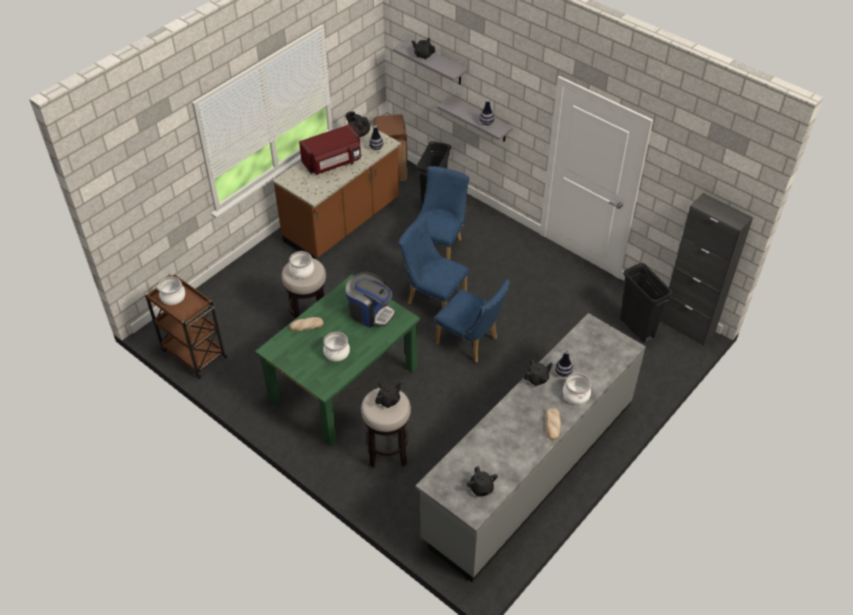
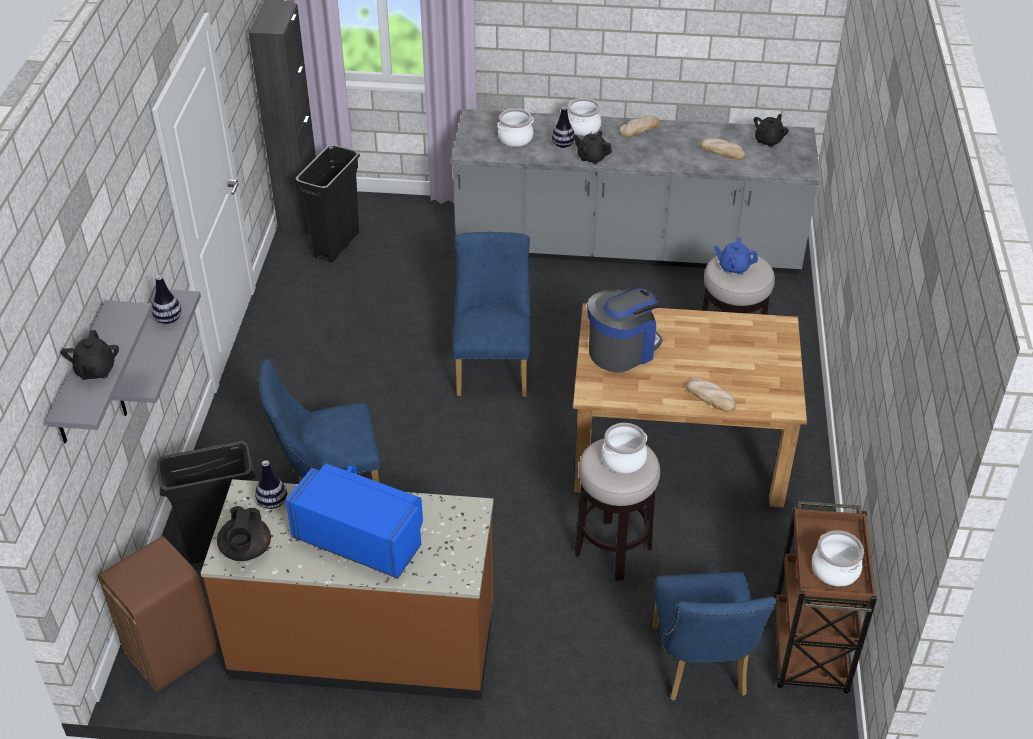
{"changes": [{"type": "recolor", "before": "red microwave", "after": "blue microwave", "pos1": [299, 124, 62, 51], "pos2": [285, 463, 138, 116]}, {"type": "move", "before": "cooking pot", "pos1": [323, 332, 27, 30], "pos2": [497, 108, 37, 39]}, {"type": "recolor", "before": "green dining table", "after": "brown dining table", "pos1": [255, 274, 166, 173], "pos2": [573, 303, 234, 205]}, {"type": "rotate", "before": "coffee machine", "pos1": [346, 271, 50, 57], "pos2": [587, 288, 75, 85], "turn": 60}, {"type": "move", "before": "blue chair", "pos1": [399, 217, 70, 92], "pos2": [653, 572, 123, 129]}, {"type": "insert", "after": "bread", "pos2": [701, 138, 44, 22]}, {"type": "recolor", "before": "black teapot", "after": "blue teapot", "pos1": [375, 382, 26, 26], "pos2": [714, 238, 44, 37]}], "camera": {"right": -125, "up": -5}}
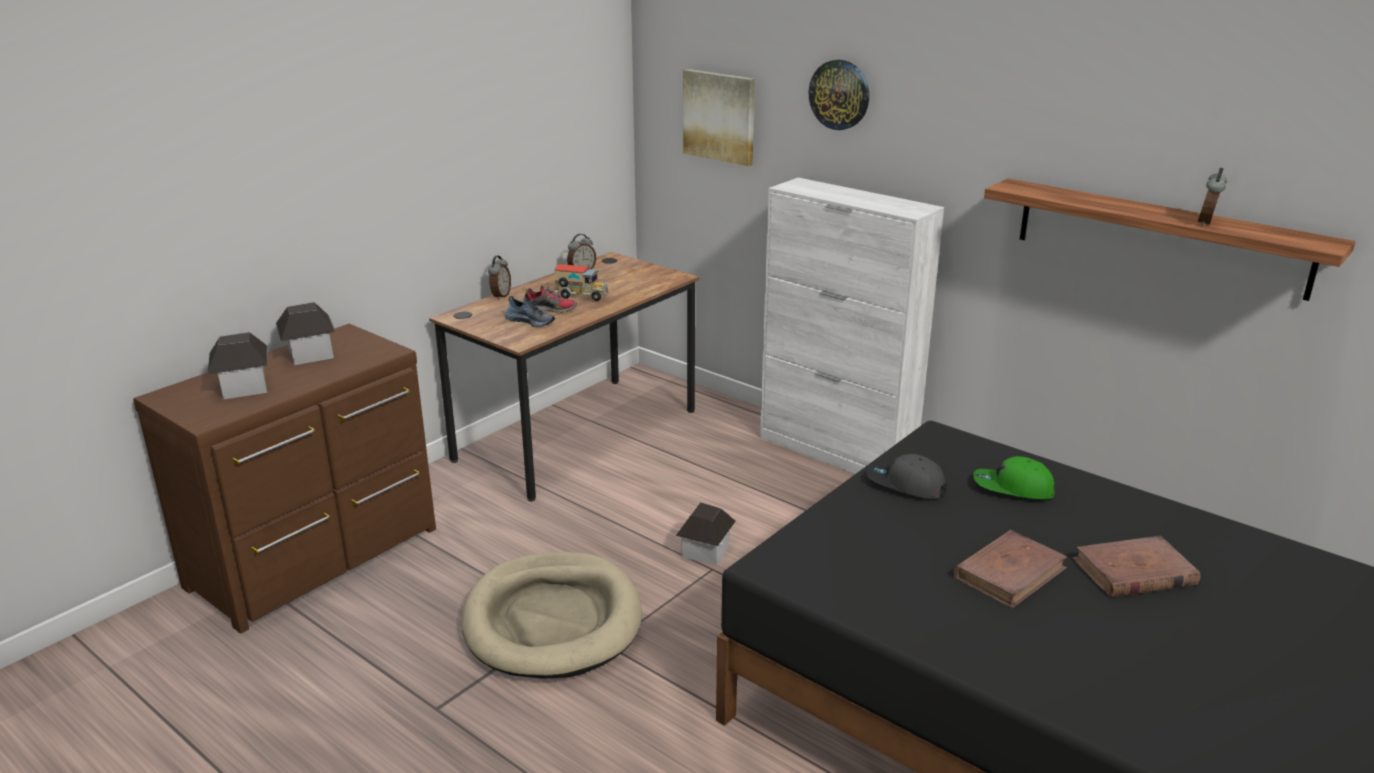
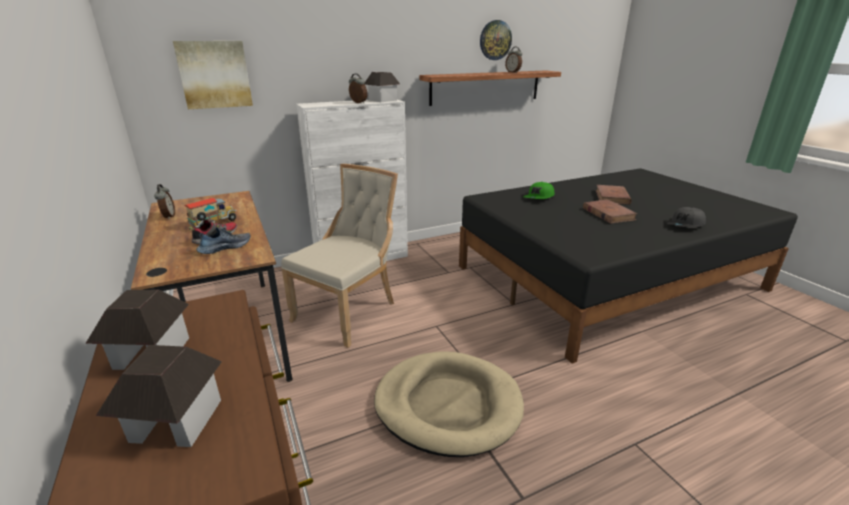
{"changes": [{"type": "insert", "after": "beige chair", "pos2": [281, 164, 117, 184]}, {"type": "move", "before": "alarm clock", "pos1": [488, 256, 23, 44], "pos2": [349, 73, 18, 30]}, {"type": "move", "before": "toy house", "pos1": [676, 502, 60, 63], "pos2": [365, 72, 36, 30]}, {"type": "move", "before": "wall clock", "pos1": [809, 60, 60, 70], "pos2": [480, 20, 32, 40]}, {"type": "move", "before": "grey cap", "pos1": [866, 454, 80, 45], "pos2": [665, 207, 41, 21]}], "camera": {"right": -65, "up": 0}}
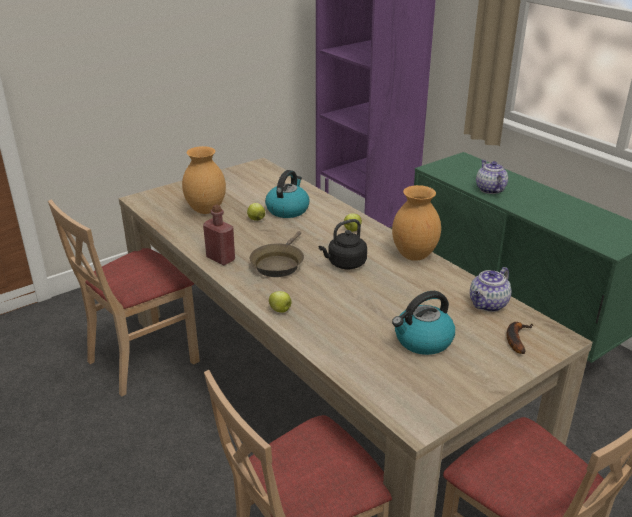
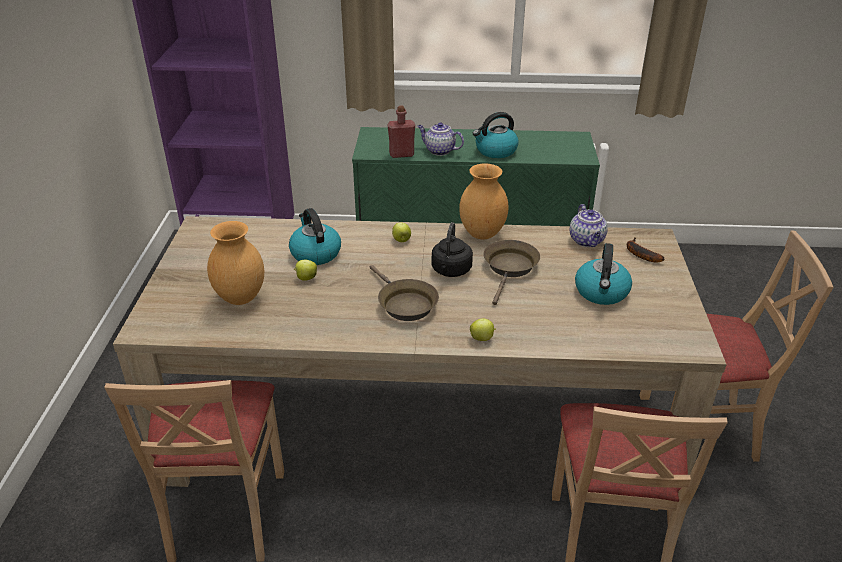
{"changes": [{"type": "move", "before": "red bottle", "pos1": [203, 204, 32, 61], "pos2": [387, 105, 28, 53]}, {"type": "insert", "after": "kettle", "pos2": [473, 112, 46, 46]}, {"type": "insert", "after": "brown frying pan", "pos2": [483, 240, 57, 65]}], "camera": {"right": -50, "up": 5}}
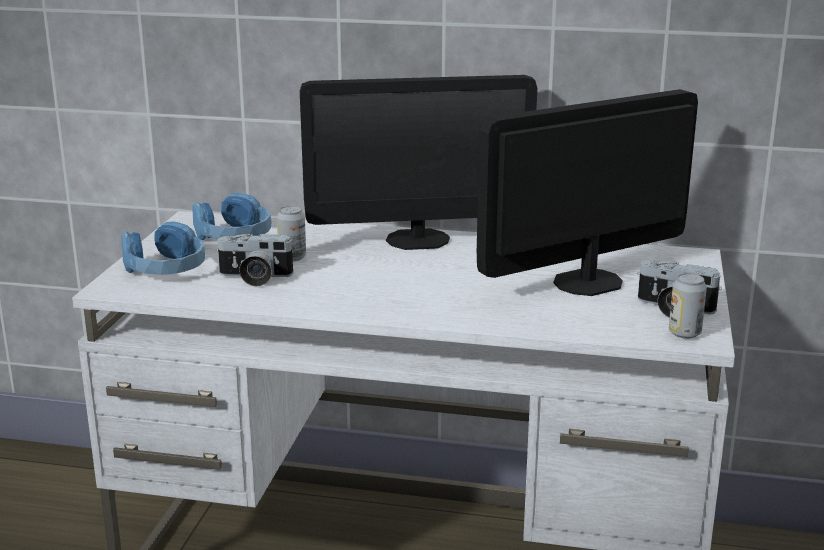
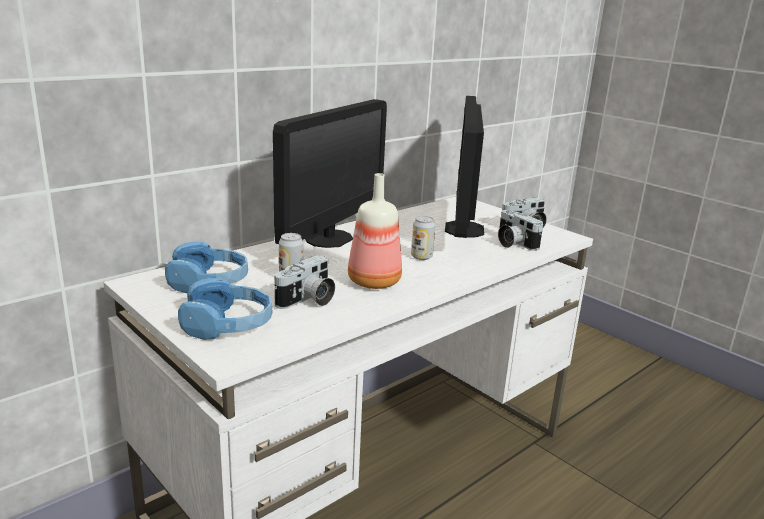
{"changes": [{"type": "insert", "after": "bottle", "pos2": [348, 173, 54, 116]}, {"type": "move", "before": "can", "pos1": [669, 273, 38, 66], "pos2": [411, 216, 24, 44]}, {"type": "insert", "after": "photo camera", "pos2": [498, 210, 45, 41]}], "camera": {"right": -55, "up": 0}}
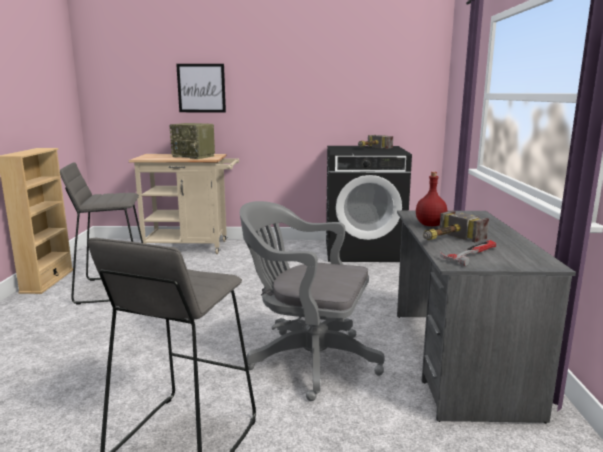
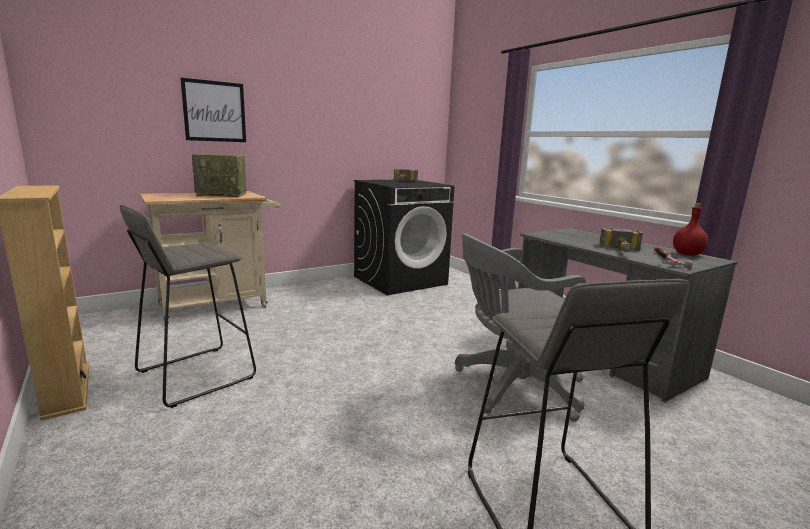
{"changes": [{"type": "move", "before": "red bottle", "pos1": [416, 172, 31, 54], "pos2": [673, 203, 35, 53]}], "camera": {"right": -35, "up": 0}}
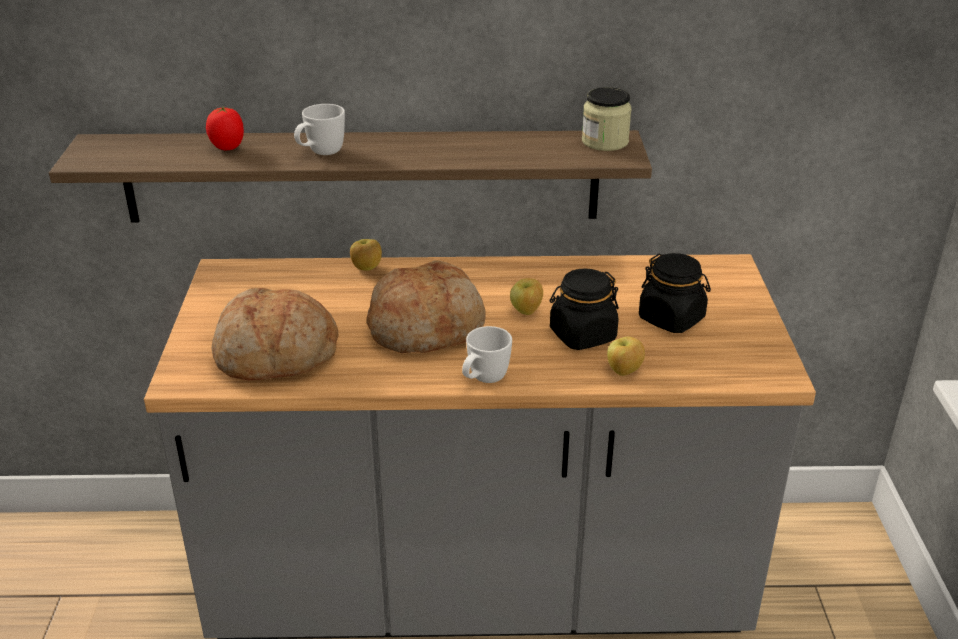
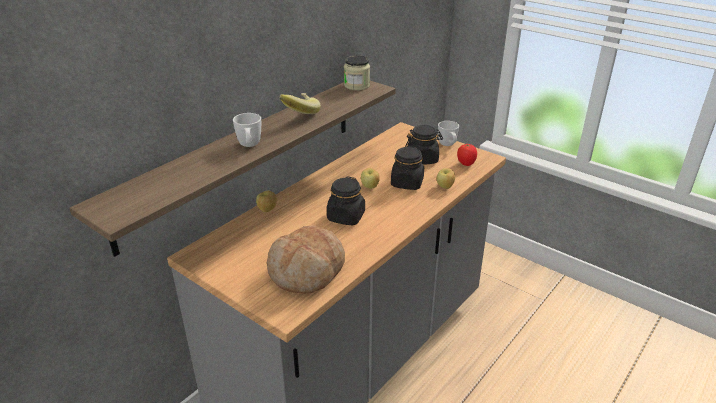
{"changes": [{"type": "insert", "after": "banana", "pos2": [279, 93, 42, 21]}, {"type": "replace", "before": "bread", "after": "black jar", "pos1": [366, 260, 119, 93], "pos2": [327, 176, 38, 50]}, {"type": "move", "before": "white mug", "pos1": [462, 326, 50, 57], "pos2": [438, 121, 21, 25]}, {"type": "move", "before": "tomato", "pos1": [206, 107, 38, 43], "pos2": [457, 144, 20, 22]}], "camera": {"right": -50, "up": 0}}
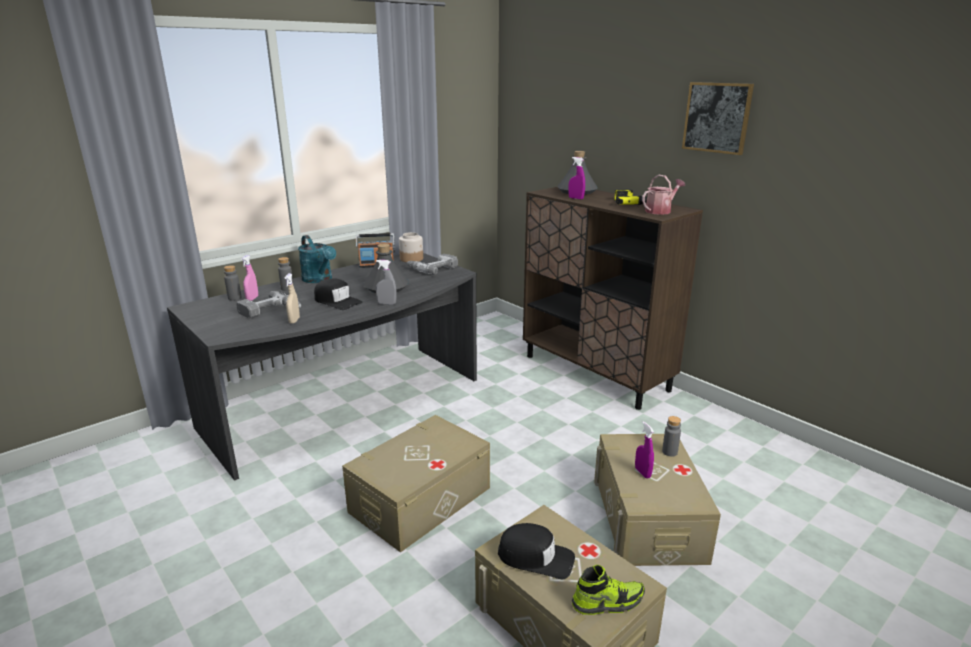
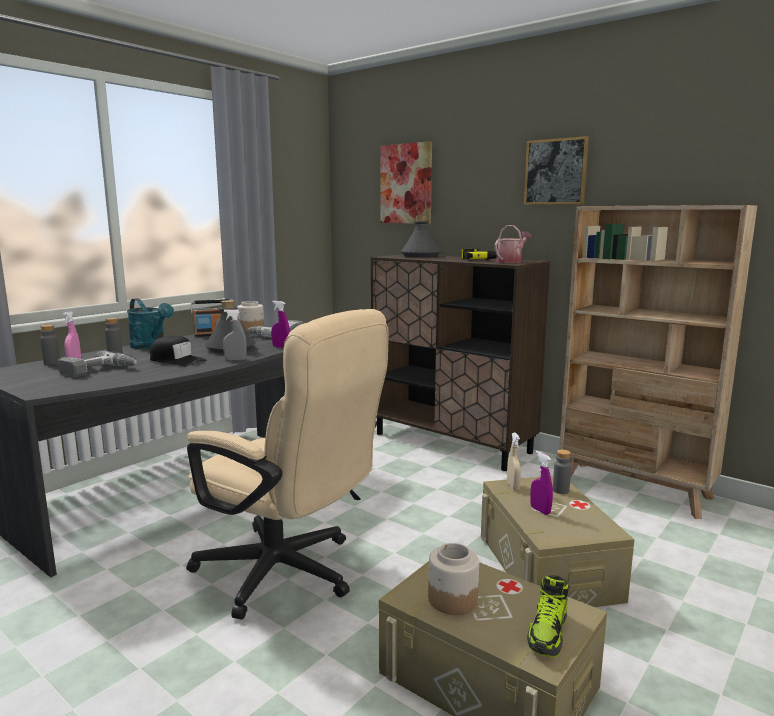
{"changes": [{"type": "replace", "before": "beige storage box", "after": "beige office chair", "pos1": [342, 415, 148, 138], "pos2": [186, 309, 203, 311]}, {"type": "move", "before": "purple spray bottle", "pos1": [568, 157, 17, 42], "pos2": [271, 301, 19, 47]}, {"type": "insert", "after": "picture", "pos2": [380, 141, 52, 83]}, {"type": "replace", "before": "black cap", "after": "jar", "pos1": [498, 523, 77, 56], "pos2": [428, 543, 51, 72]}, {"type": "move", "before": "beige spray bottle", "pos1": [285, 273, 15, 51], "pos2": [507, 432, 14, 58]}, {"type": "rotate", "before": "shoe", "pos1": [572, 565, 73, 50], "pos2": [527, 575, 42, 82], "turn": 135}, {"type": "insert", "after": "beige bookcase", "pos2": [559, 205, 198, 314]}], "camera": {"right": -10, "up": -10}}
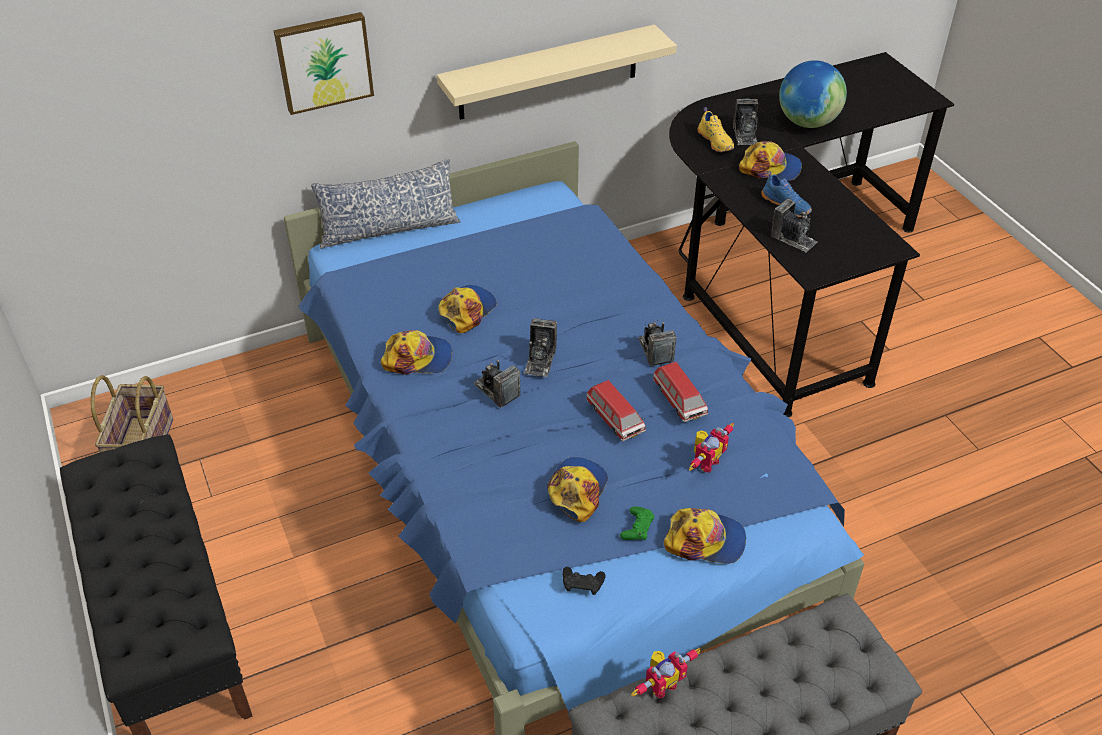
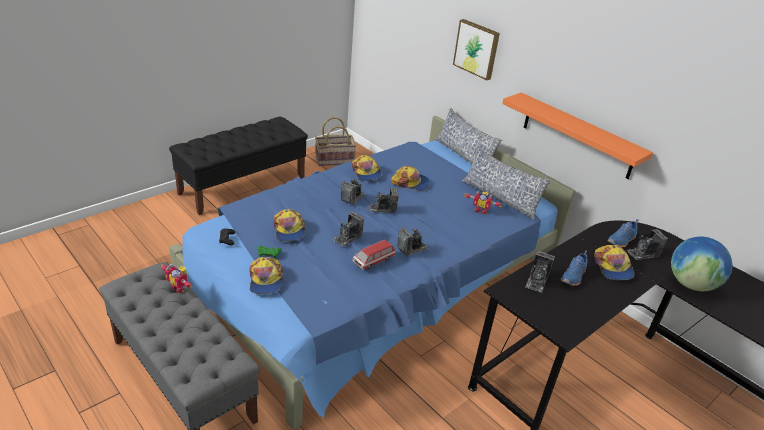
{"changes": [{"type": "rotate", "before": "cap", "pos1": [548, 457, 60, 65], "pos2": [273, 209, 32, 32], "turn": 75}, {"type": "replace", "before": "toy car", "after": "photo camera", "pos1": [586, 380, 60, 62], "pos2": [332, 212, 32, 34]}, {"type": "insert", "after": "pillow", "pos2": [462, 146, 89, 74]}, {"type": "move", "before": "toy robot", "pos1": [689, 423, 45, 50], "pos2": [464, 191, 39, 23]}, {"type": "recolor", "before": "beige shelf", "after": "orange shelf", "pos1": [437, 24, 240, 96], "pos2": [502, 93, 151, 86]}, {"type": "recolor", "before": "yellow shoe", "after": "blue shoe", "pos1": [697, 107, 37, 45], "pos2": [607, 219, 31, 28]}], "camera": {"right": 70, "up": -10}}
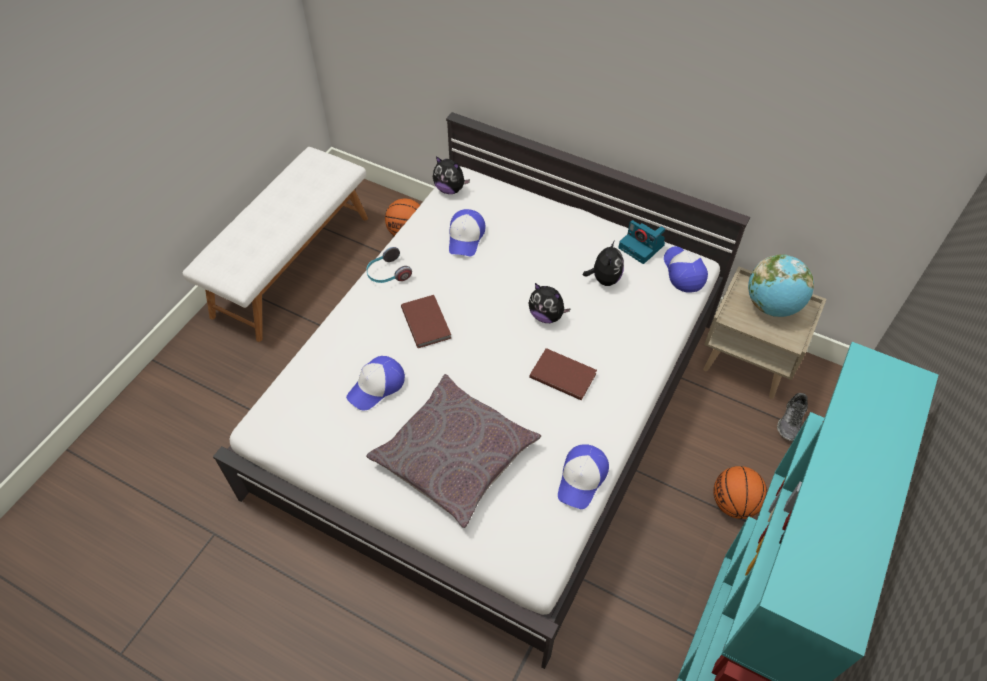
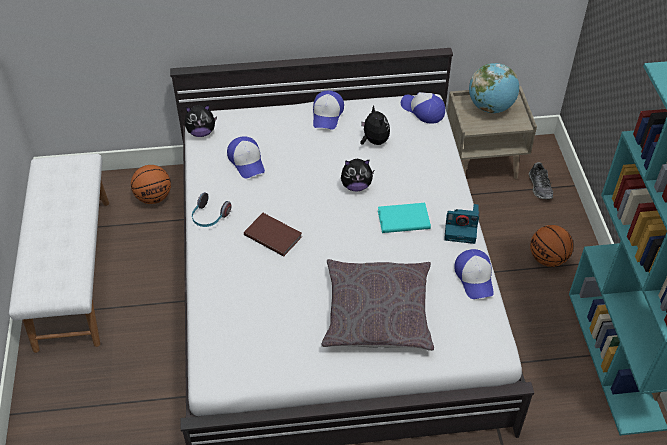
{"changes": [{"type": "move", "before": "cap", "pos1": [346, 356, 59, 55], "pos2": [313, 91, 31, 39]}, {"type": "recolor", "before": "brown book", "after": "turquoise book", "pos1": [529, 348, 68, 52], "pos2": [378, 203, 53, 30]}, {"type": "move", "before": "photo camera", "pos1": [618, 220, 47, 44], "pos2": [444, 204, 35, 40]}], "camera": {"right": -35, "up": -5}}
